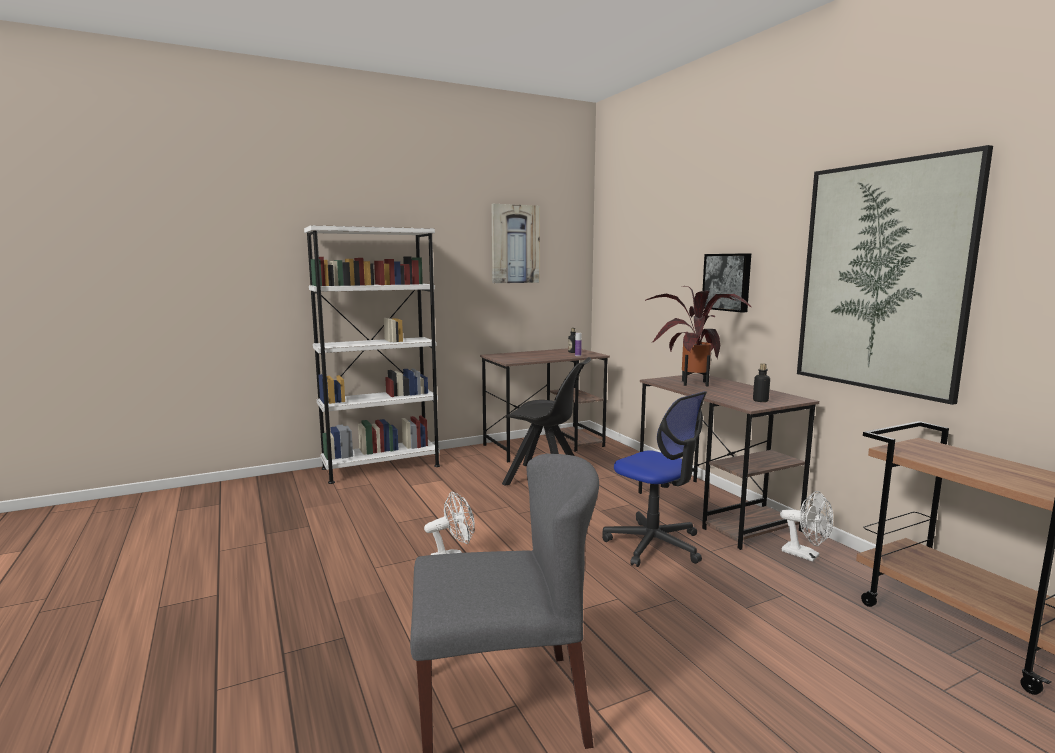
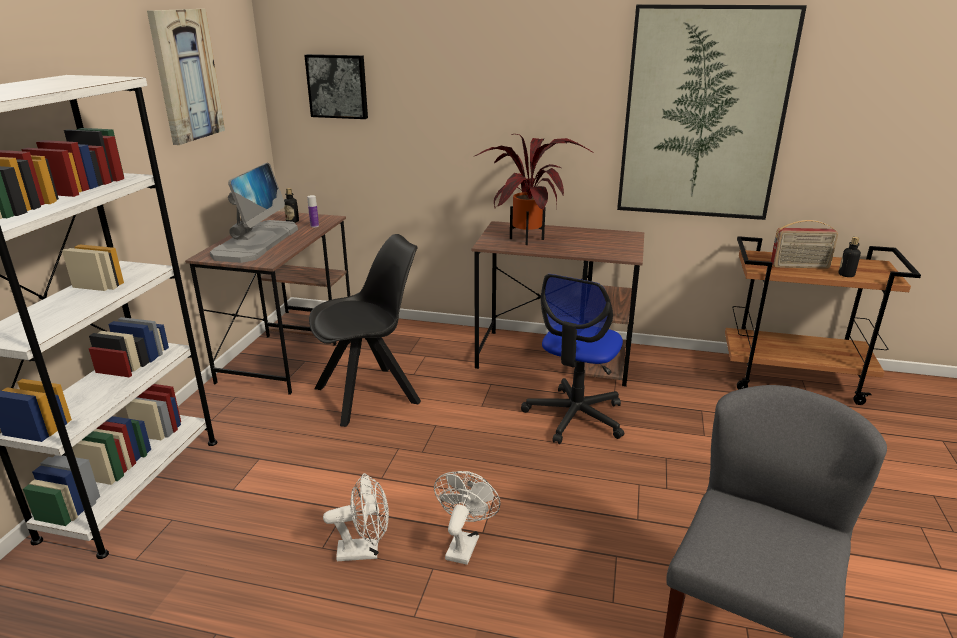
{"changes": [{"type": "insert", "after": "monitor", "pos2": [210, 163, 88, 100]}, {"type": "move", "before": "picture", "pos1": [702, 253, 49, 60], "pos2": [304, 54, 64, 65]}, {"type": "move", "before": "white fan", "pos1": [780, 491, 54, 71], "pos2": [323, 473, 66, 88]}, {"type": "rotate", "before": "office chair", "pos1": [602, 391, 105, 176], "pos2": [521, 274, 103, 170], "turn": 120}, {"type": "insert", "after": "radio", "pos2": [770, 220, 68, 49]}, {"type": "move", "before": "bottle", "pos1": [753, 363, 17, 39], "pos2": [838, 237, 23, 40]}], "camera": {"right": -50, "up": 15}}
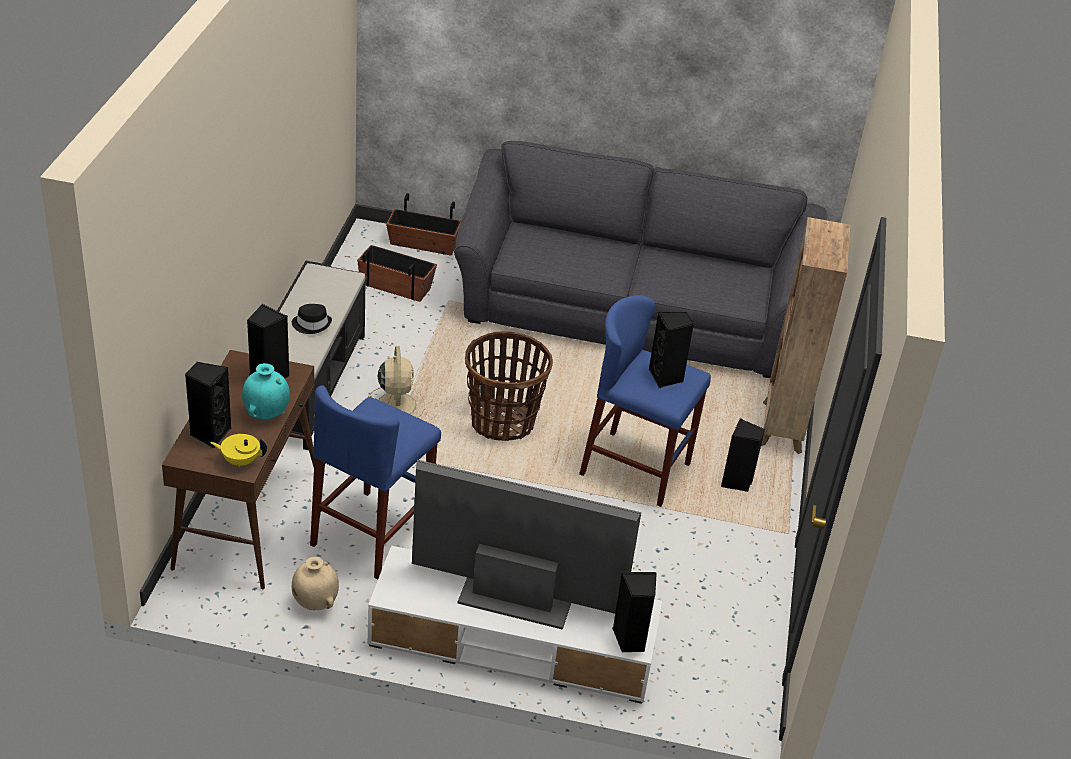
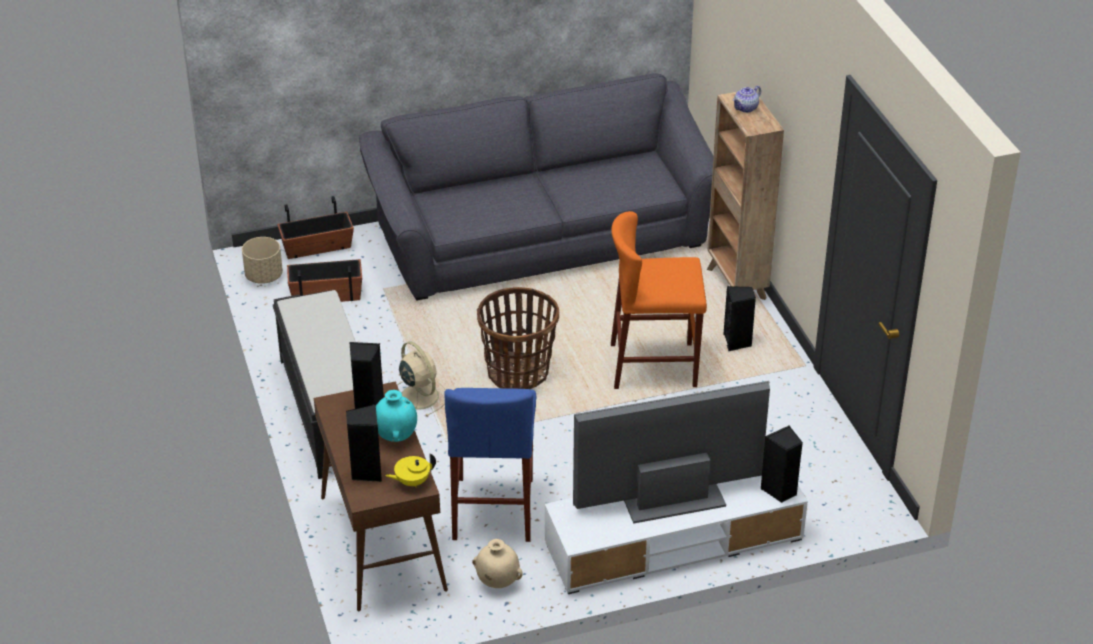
{"changes": [{"type": "insert", "after": "beige planter", "pos2": [242, 237, 41, 47]}, {"type": "recolor", "before": "blue stool", "after": "orange stool", "pos1": [579, 295, 132, 212], "pos2": [611, 211, 96, 178]}, {"type": "insert", "after": "teapot", "pos2": [733, 86, 28, 27]}, {"type": "delete", "before": "black hat", "pos1": [292, 304, 40, 30]}, {"type": "delete", "before": "black speaker", "pos1": [649, 311, 45, 77]}], "camera": {"right": -25, "up": 0}}
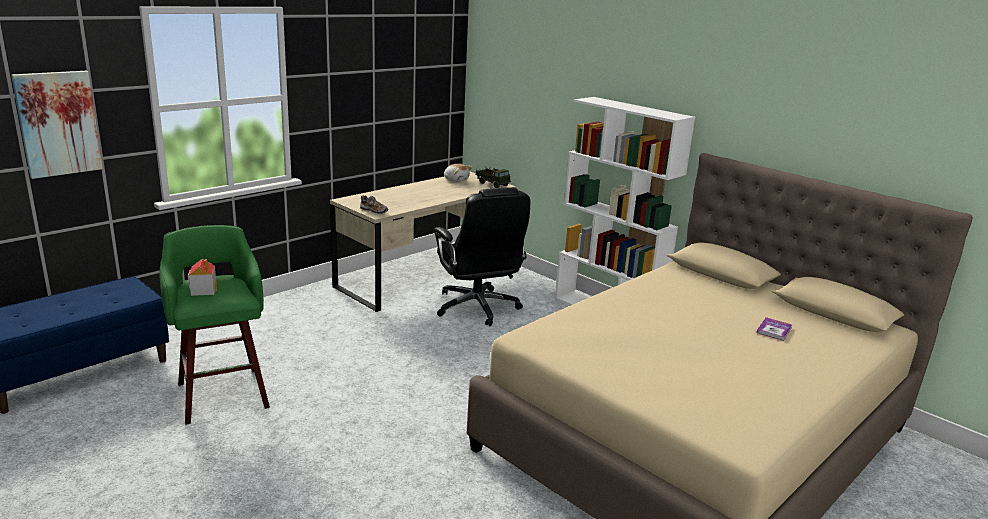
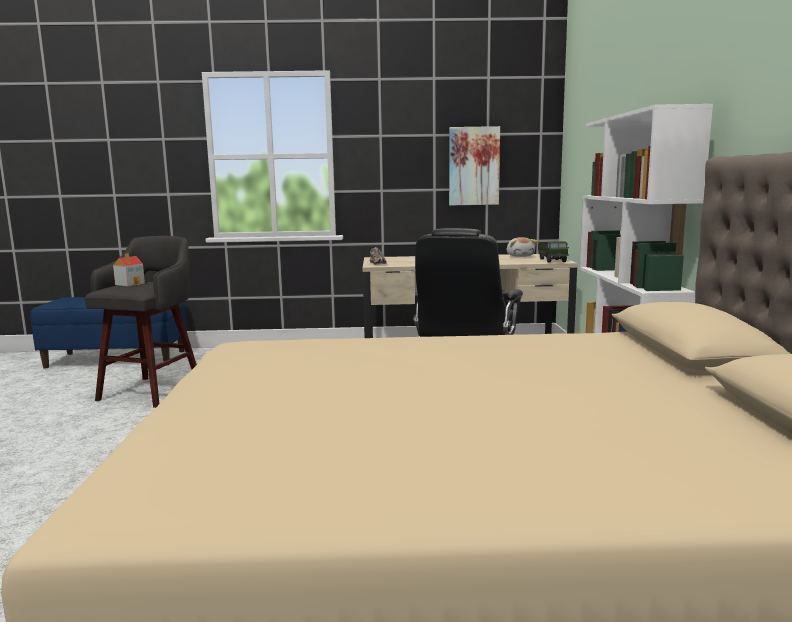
{"changes": [{"type": "recolor", "before": "green stool", "after": "grey stool", "pos1": [160, 225, 110, 200], "pos2": [85, 236, 112, 172]}, {"type": "move", "before": "picture", "pos1": [11, 71, 92, 108], "pos2": [449, 126, 51, 79]}, {"type": "delete", "before": "book", "pos1": [756, 317, 36, 24]}], "camera": {"right": 45, "up": -10}}
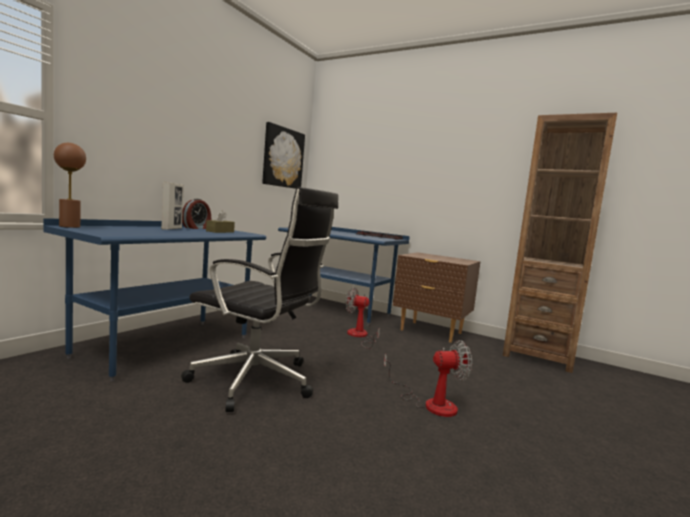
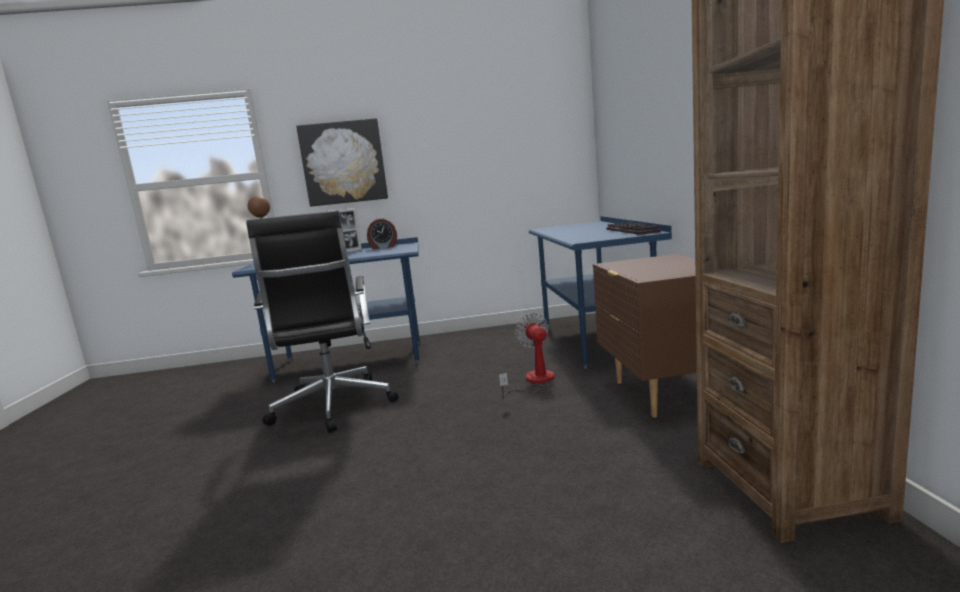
{"changes": [{"type": "move", "before": "picture", "pos1": [262, 122, 43, 67], "pos2": [296, 118, 92, 88]}, {"type": "delete", "before": "brown tissue box", "pos1": [206, 211, 29, 22]}, {"type": "delete", "before": "fan", "pos1": [384, 340, 88, 77]}], "camera": {"right": 55, "up": 5}}
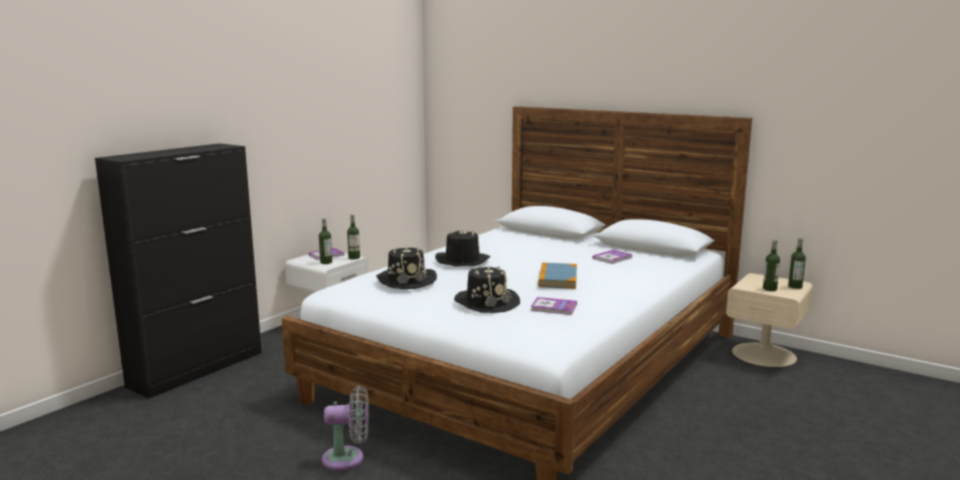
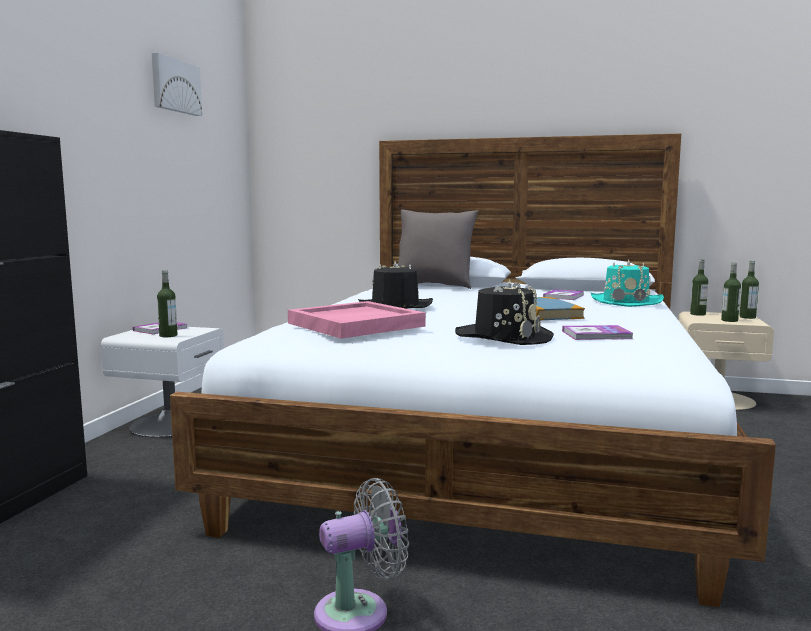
{"changes": [{"type": "insert", "after": "picture", "pos2": [152, 53, 50, 63]}, {"type": "replace", "before": "black hat", "after": "pink tray", "pos1": [376, 245, 61, 44], "pos2": [288, 301, 138, 38]}, {"type": "insert", "after": "grey pillow", "pos2": [397, 210, 82, 79]}, {"type": "insert", "after": "turquoise hat", "pos2": [591, 259, 73, 48]}, {"type": "move", "before": "bottle", "pos1": [347, 214, 13, 45], "pos2": [690, 259, 18, 57]}], "camera": {"right": -20, "up": -5}}
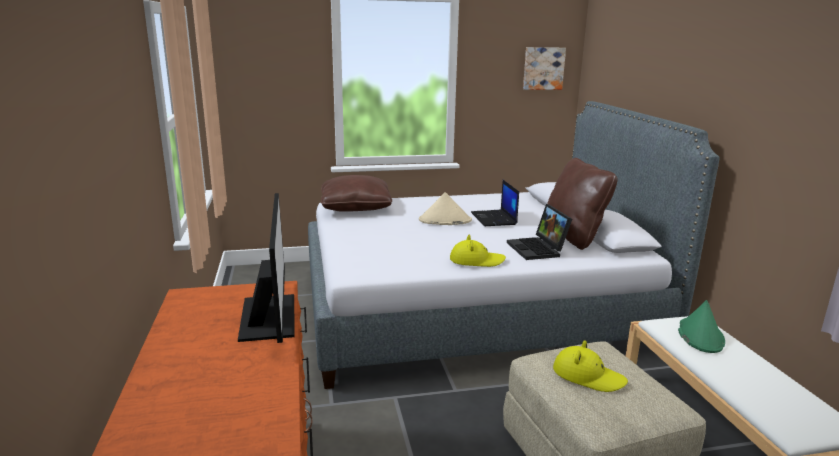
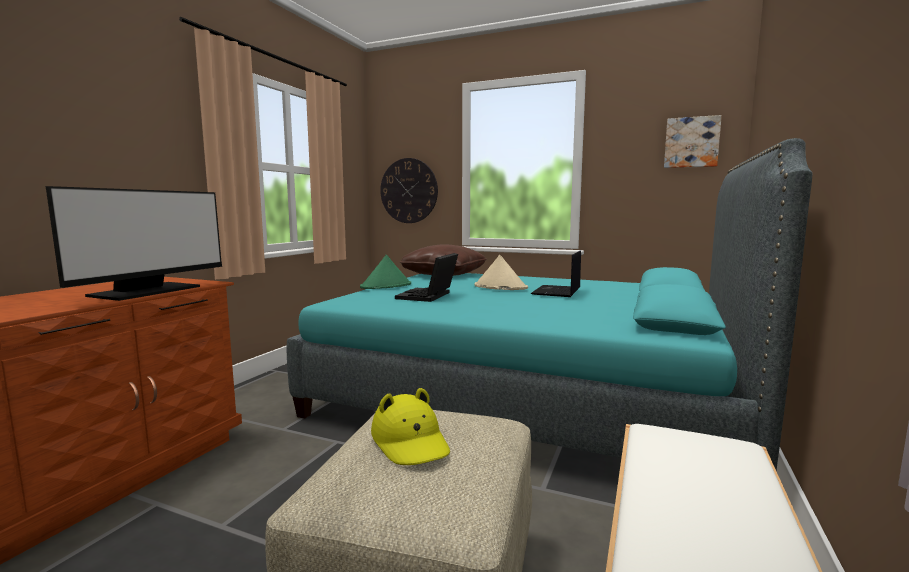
{"changes": [{"type": "recolor", "before": "grey bed", "after": "turquoise bed", "pos1": [308, 101, 412, 288], "pos2": [287, 138, 525, 333]}, {"type": "move", "before": "green hat", "pos1": [678, 300, 47, 53], "pos2": [360, 255, 51, 34]}, {"type": "insert", "after": "wall clock", "pos2": [380, 158, 58, 65]}, {"type": "move", "before": "laptop", "pos1": [507, 204, 65, 56], "pos2": [395, 253, 63, 49]}, {"type": "delete", "before": "yellow hat", "pos1": [450, 235, 56, 32]}, {"type": "delete", "before": "brown pillow", "pos1": [547, 158, 71, 92]}], "camera": {"right": 35, "up": -10}}
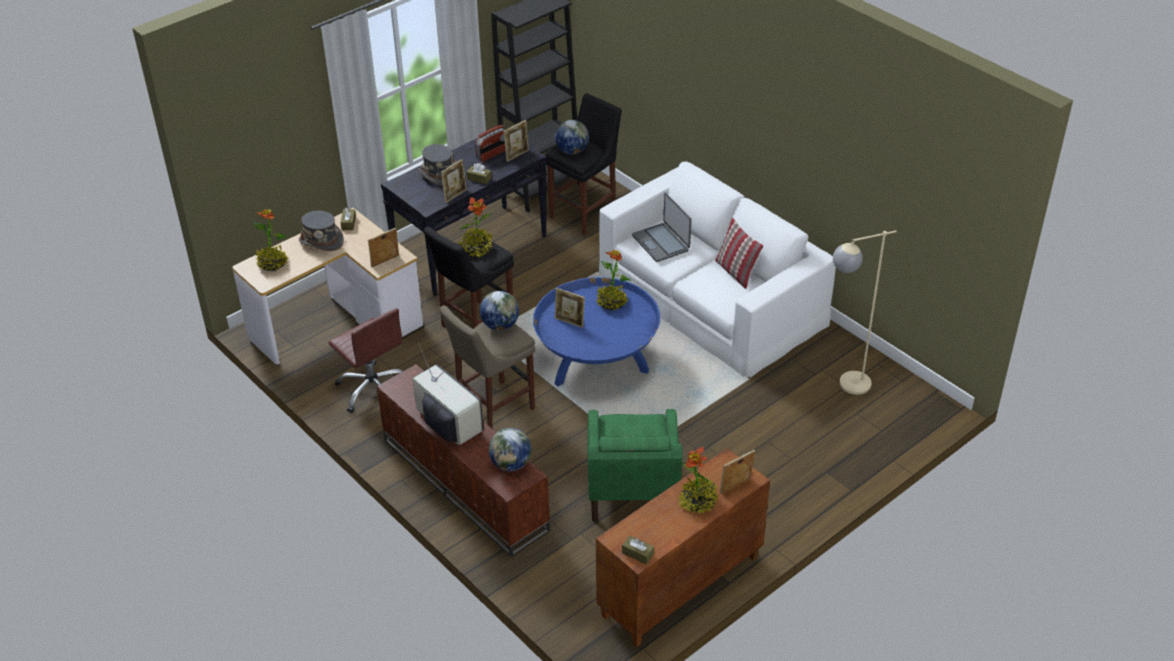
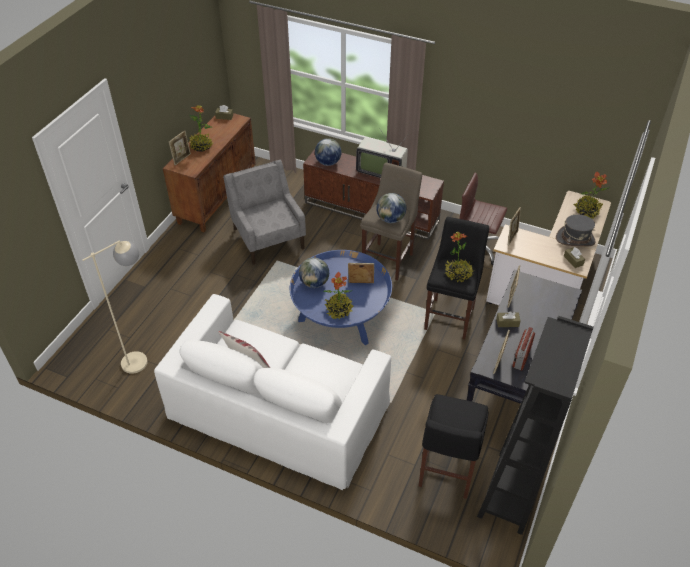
{"changes": [{"type": "recolor", "before": "green armchair", "after": "grey armchair", "pos1": [587, 409, 96, 113], "pos2": [223, 160, 83, 105]}, {"type": "move", "before": "globe", "pos1": [555, 120, 34, 34], "pos2": [299, 257, 30, 31]}, {"type": "delete", "before": "grey hat", "pos1": [418, 144, 38, 42]}, {"type": "delete", "before": "laptop", "pos1": [632, 193, 59, 69]}], "camera": {"right": 155, "up": 5}}
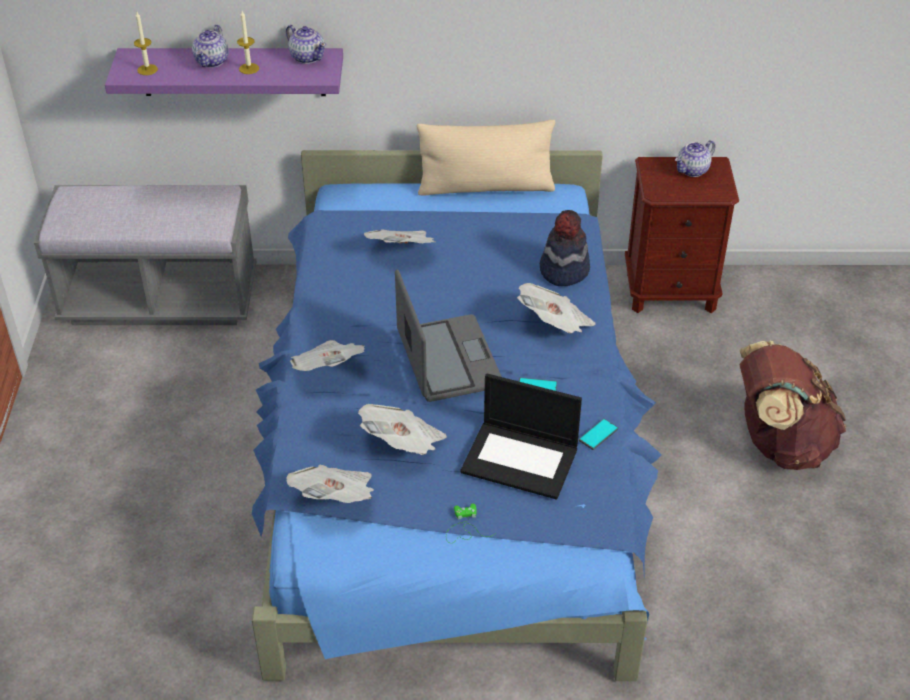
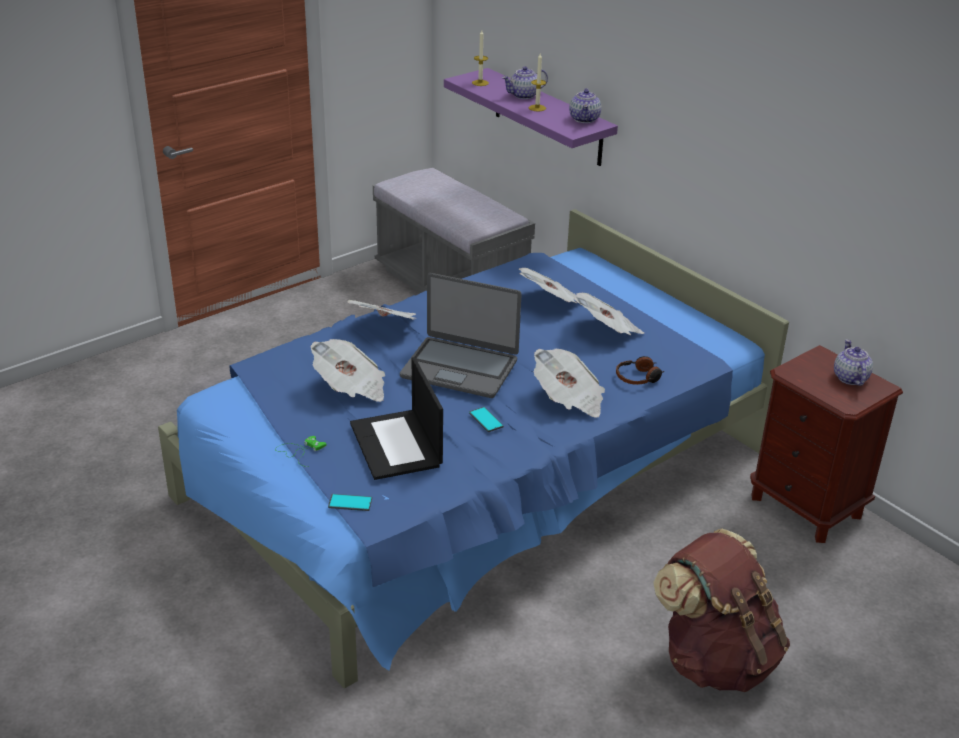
{"changes": [{"type": "move", "before": "phone", "pos1": [579, 419, 39, 31], "pos2": [328, 494, 44, 17]}, {"type": "rotate", "before": "laptop", "pos1": [395, 269, 107, 133], "pos2": [400, 273, 122, 125], "turn": 75}, {"type": "move", "before": "newspaper", "pos1": [286, 465, 88, 38], "pos2": [574, 293, 70, 42]}, {"type": "replace", "before": "hat", "after": "headphones", "pos1": [540, 210, 50, 76], "pos2": [616, 356, 48, 29]}, {"type": "rotate", "before": "teapot", "pos1": [675, 140, 40, 37], "pos2": [834, 340, 39, 46], "turn": 75}, {"type": "delete", "before": "beige pillow", "pos1": [416, 120, 139, 76]}], "camera": {"right": 50, "up": -10}}
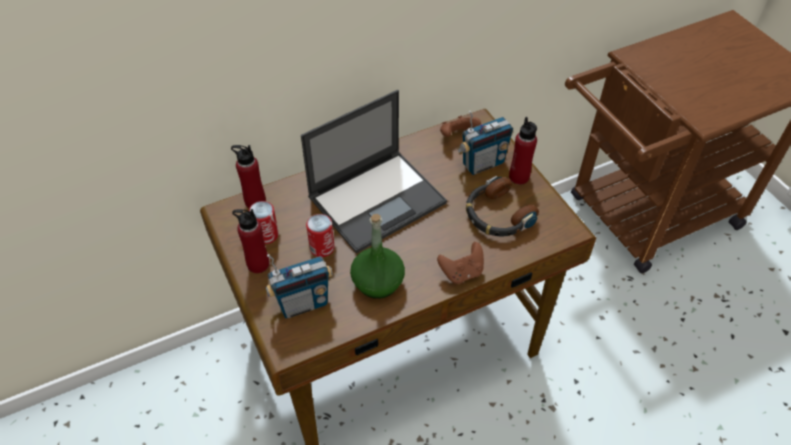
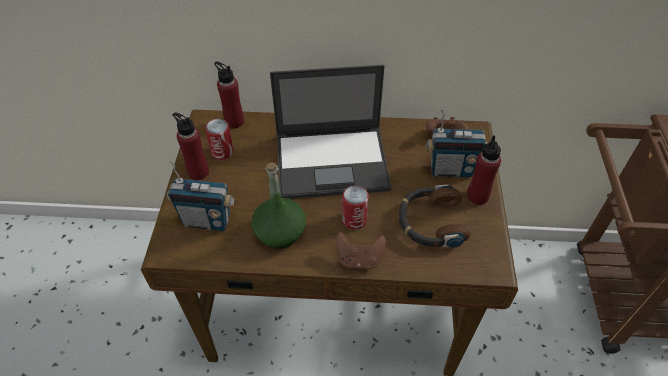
{"changes": [{"type": "move", "before": "can", "pos1": [306, 214, 29, 43], "pos2": [342, 185, 27, 44]}], "camera": {"right": 30, "up": 0}}
